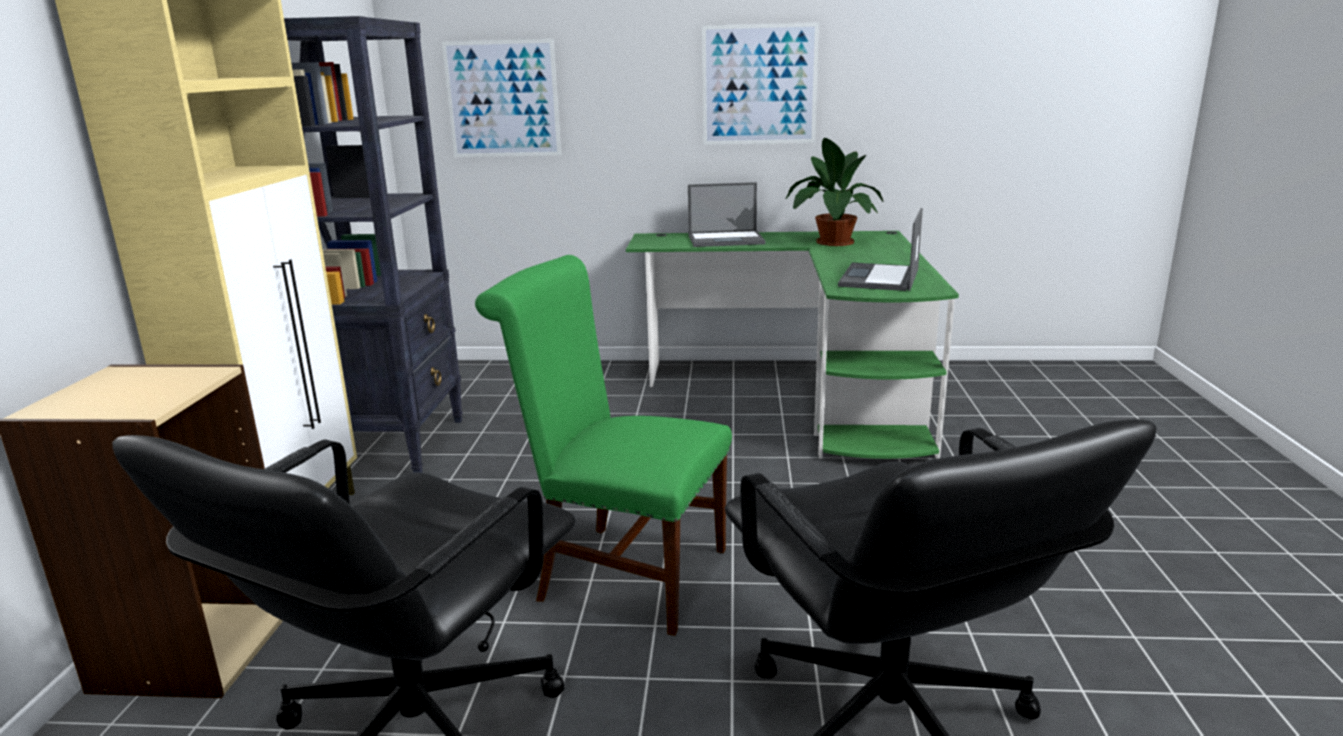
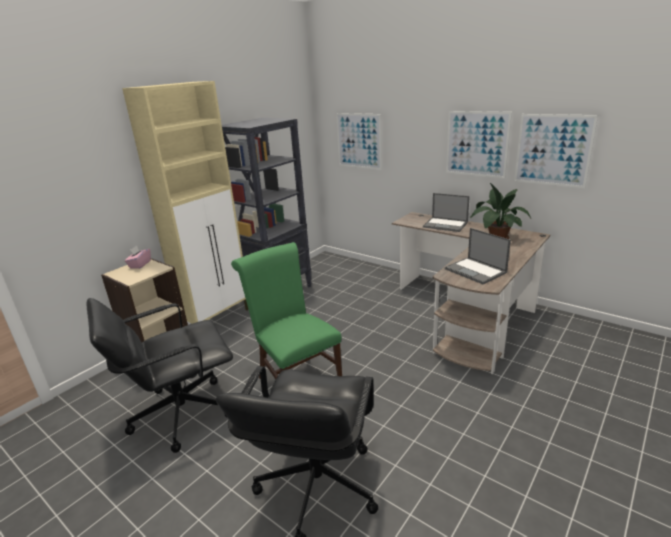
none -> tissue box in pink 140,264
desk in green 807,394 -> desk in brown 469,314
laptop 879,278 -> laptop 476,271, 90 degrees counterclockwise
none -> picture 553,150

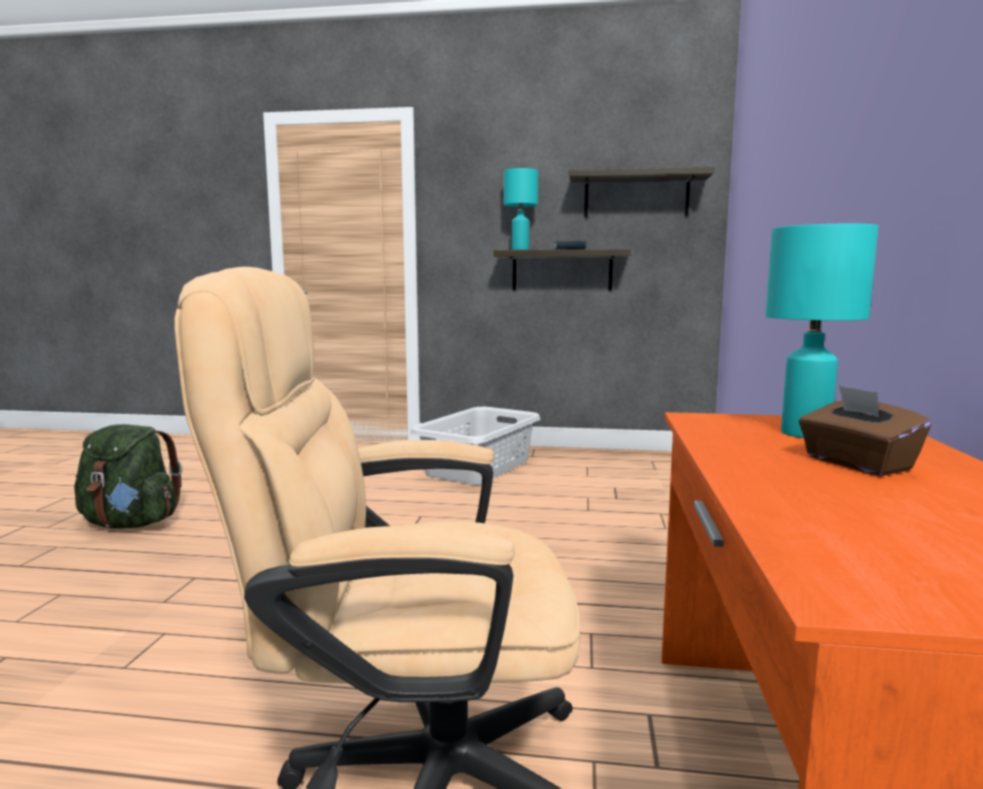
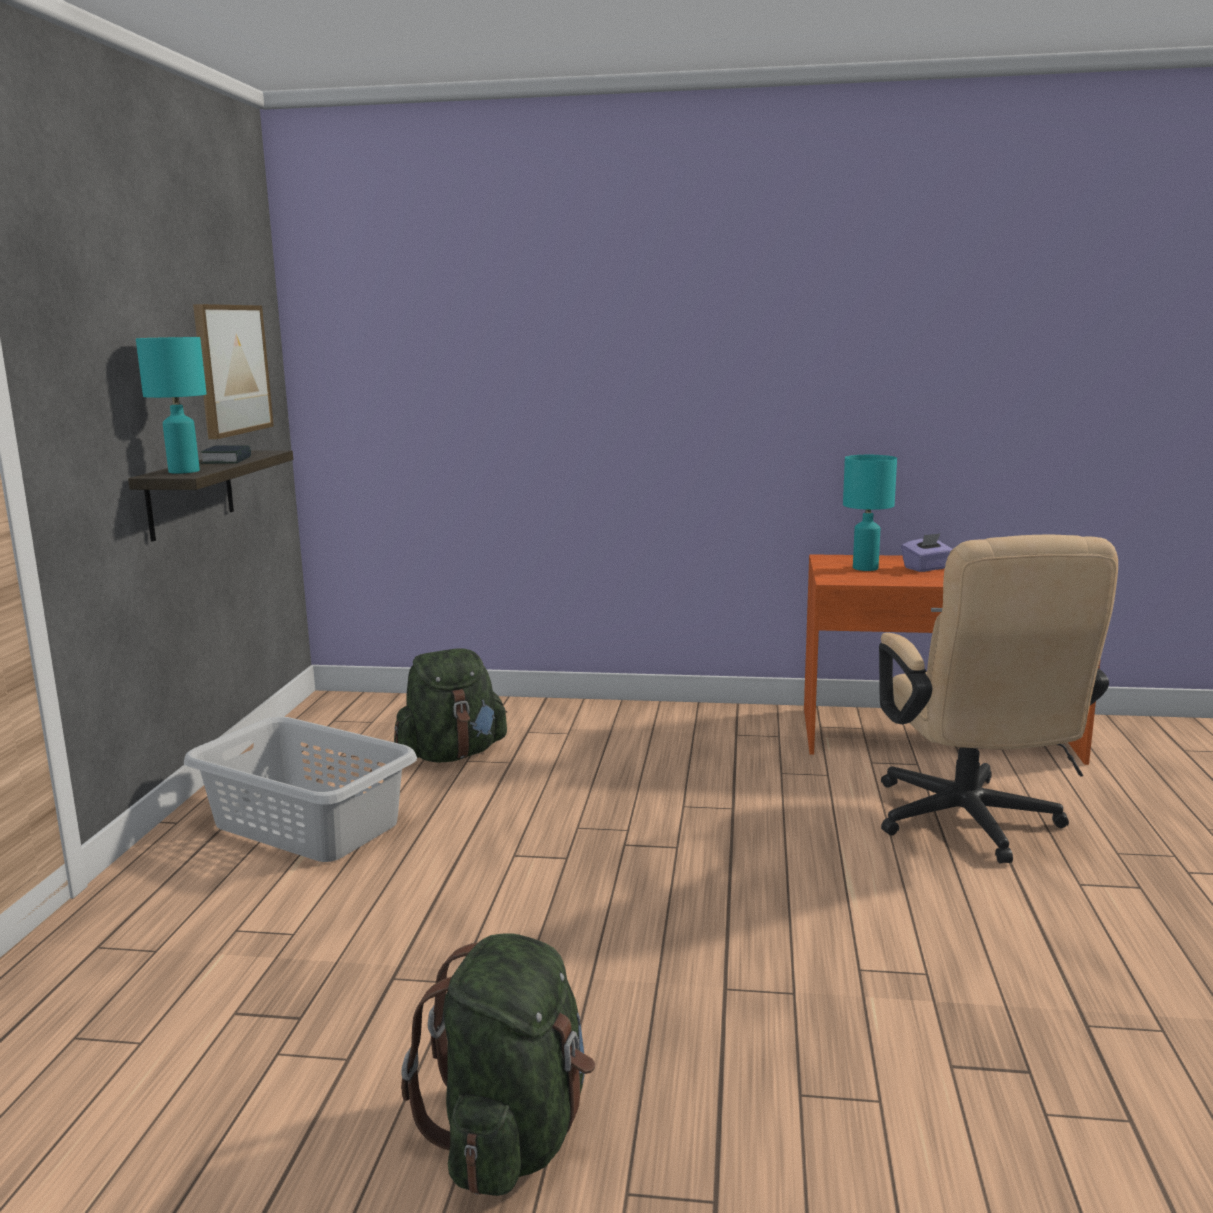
shelf 636,195 -> picture 231,369
none -> backpack in green 452,755
tissue box in brown 856,464 -> tissue box in purple 927,568

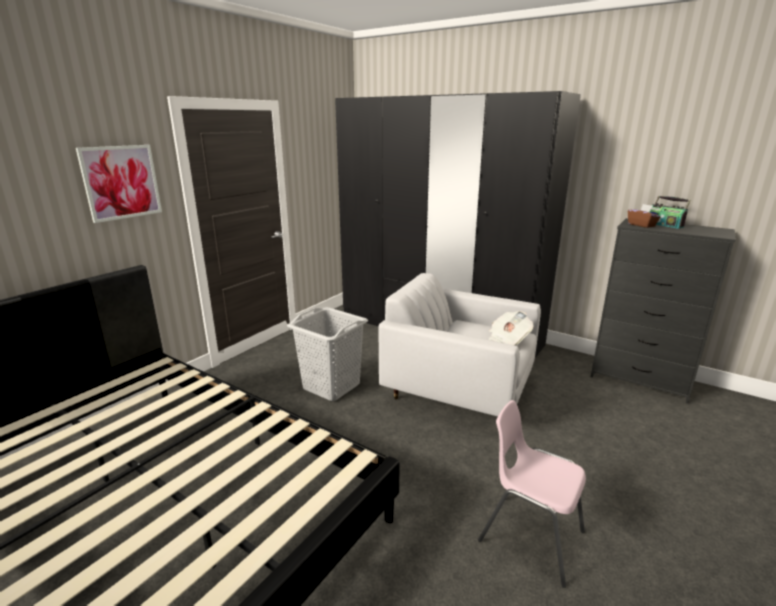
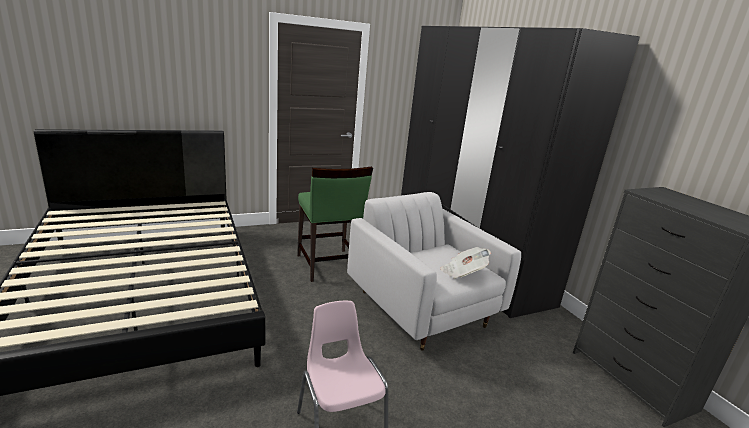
laundry basket in grey 331,386 -> chair in green 328,265
picture 121,182 -> none
tissue box in brown 641,225 -> none
radio 664,225 -> none

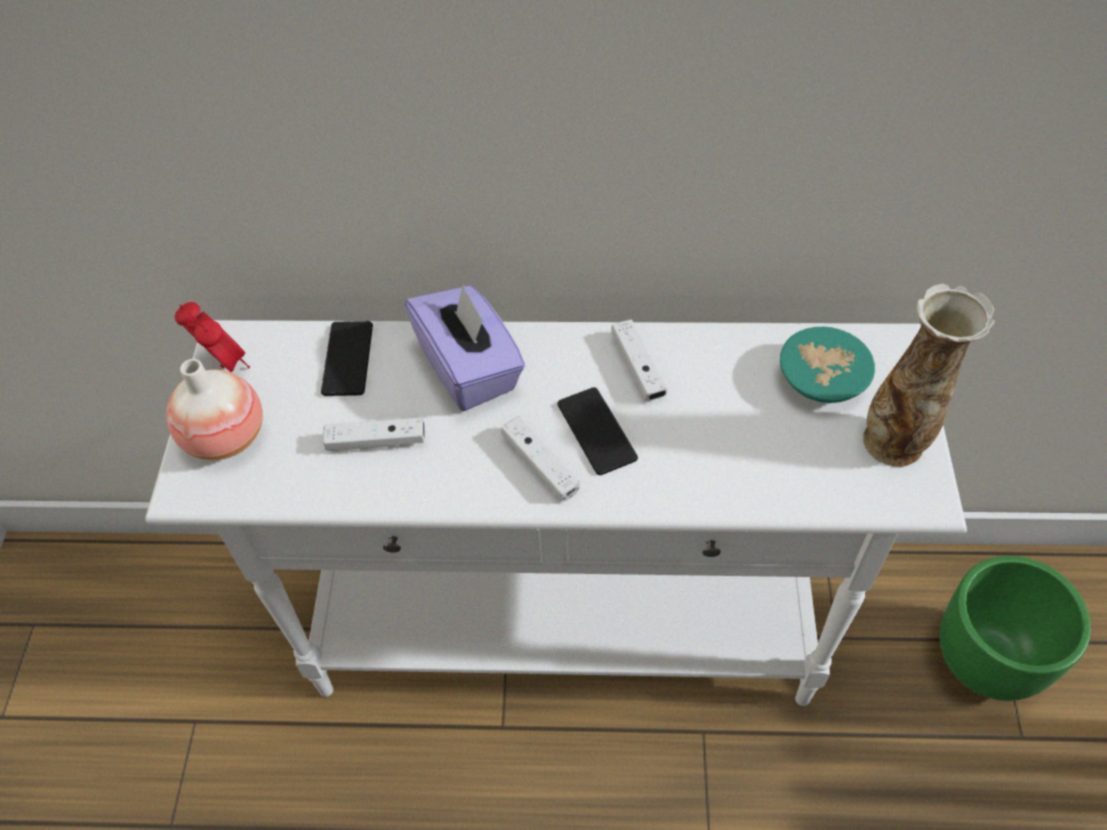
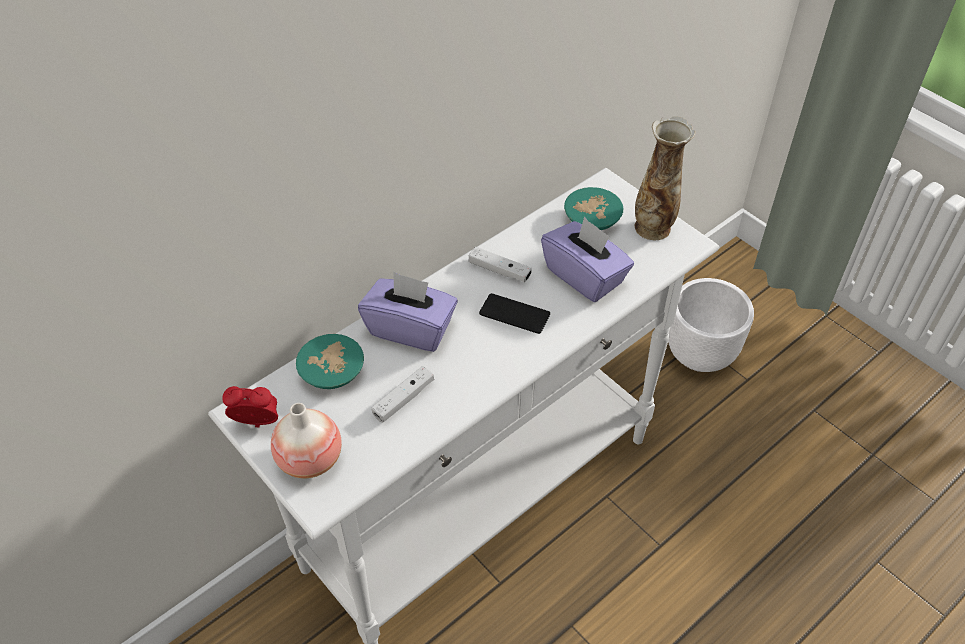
phone 348,359 -> bowl in turquoise 333,370
none -> tissue box in purple 585,276
planter in green 986,659 -> planter in white 699,354
game controller in white 540,465 -> none

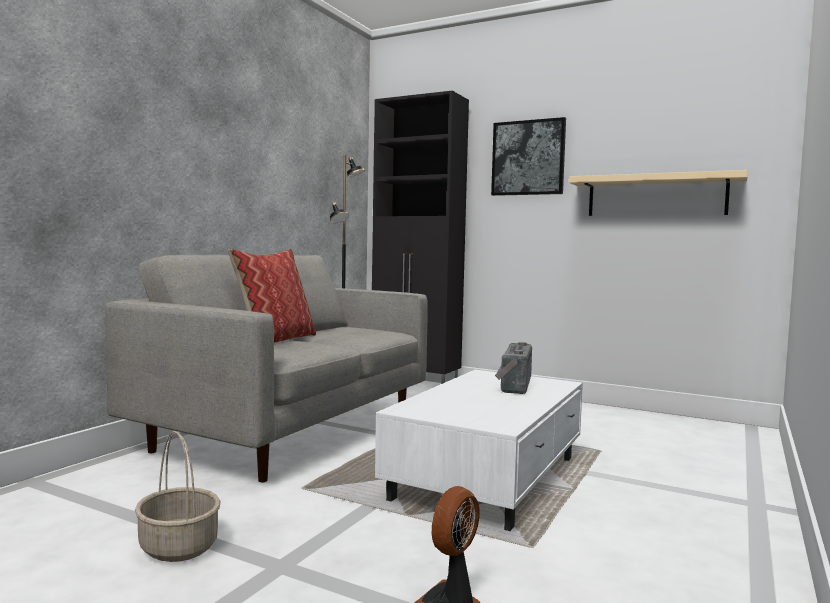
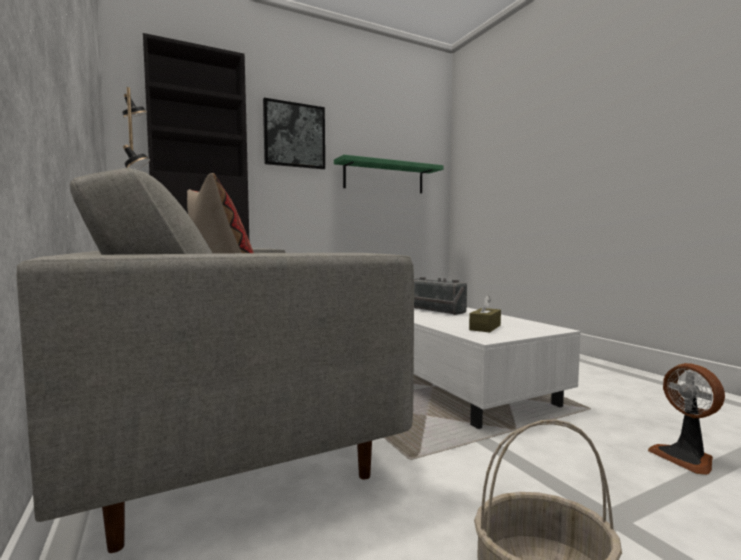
shelf in beige 656,196 -> shelf in green 384,177
none -> tissue box in brown 485,328

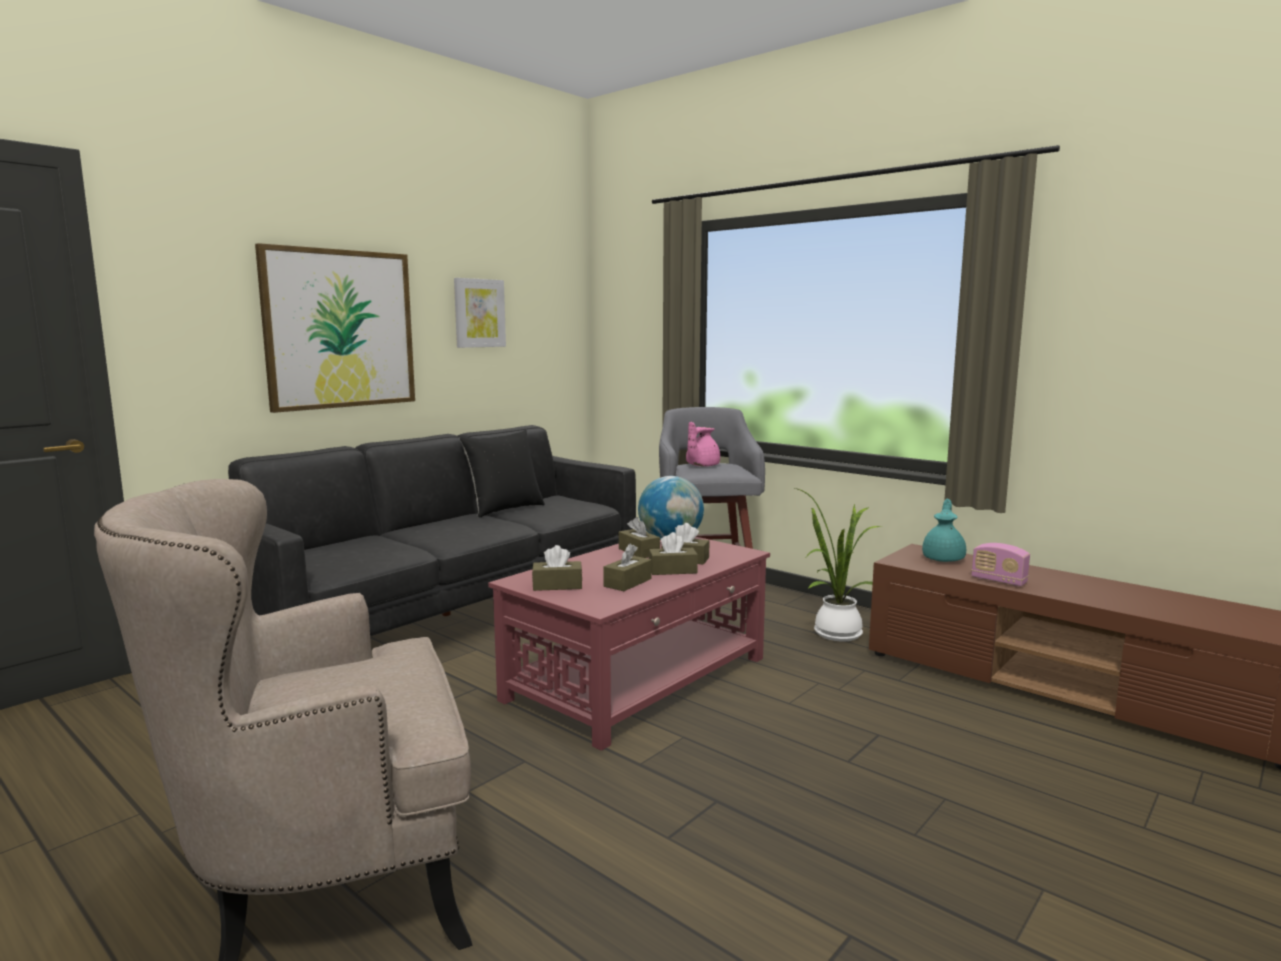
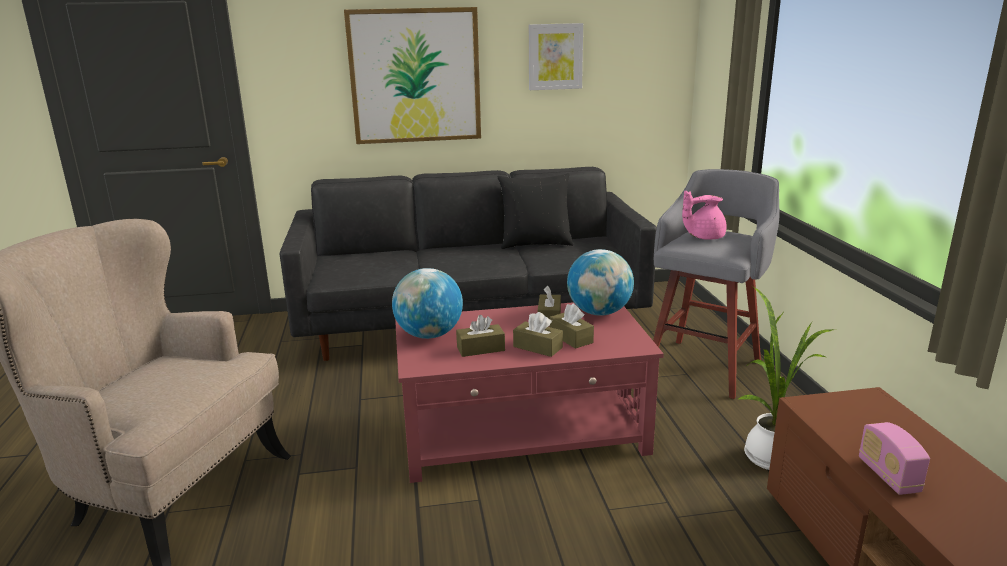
tissue box in brown 557,585 -> globe 429,335
teapot in turquoise 944,558 -> none

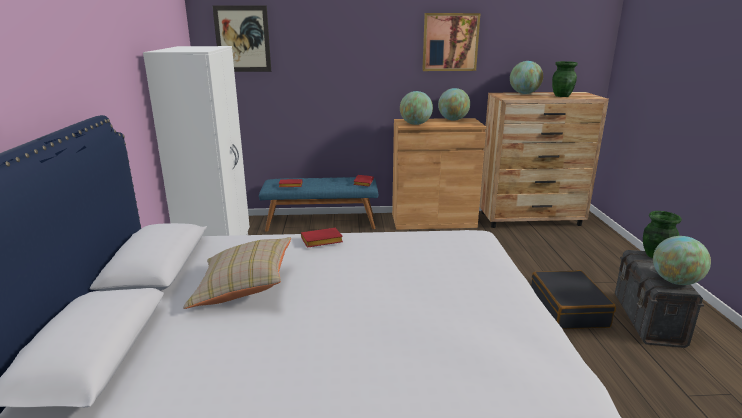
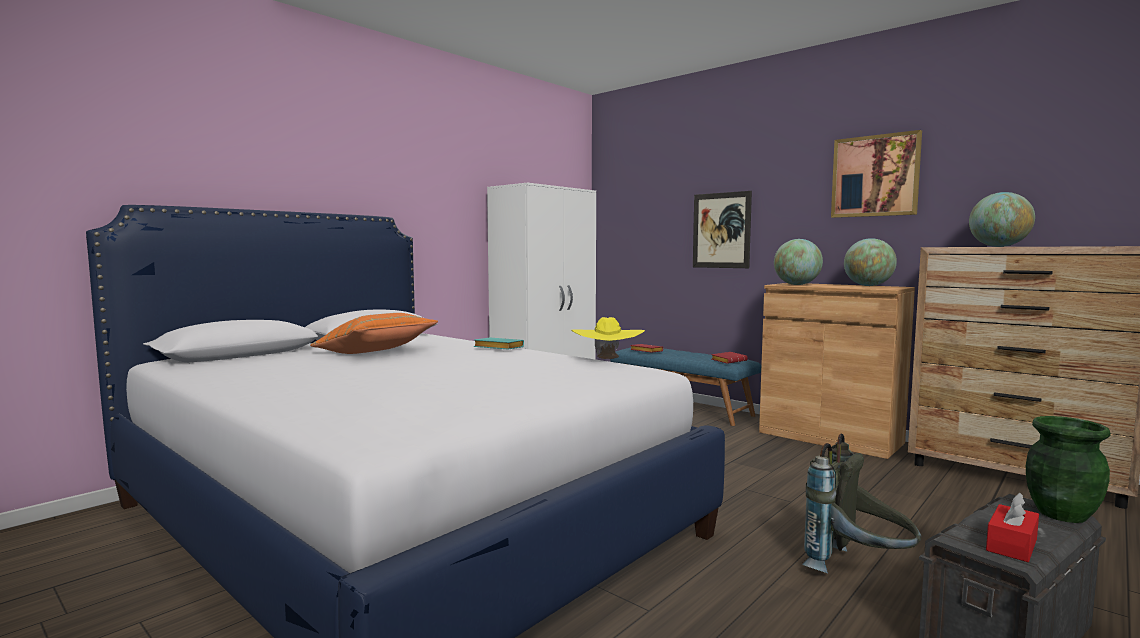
pillow in beige 243,288 -> pillow in orange 375,353
book in red 321,241 -> book in turquoise 497,348
none -> hat in yellow 607,360
picture 242,39 -> picture 721,230, moved
suitcase in black 568,309 -> backpack in grey 858,570
globe 675,281 -> tissue box in red 1011,545
vase in green 562,96 -> none

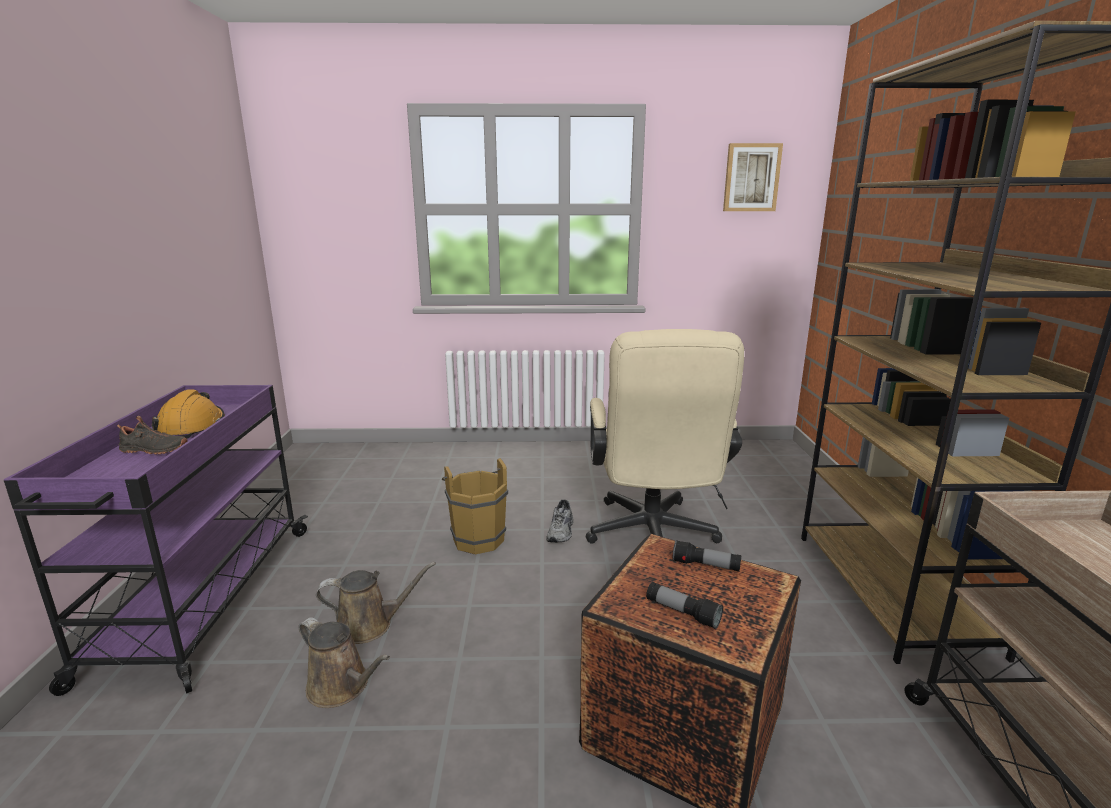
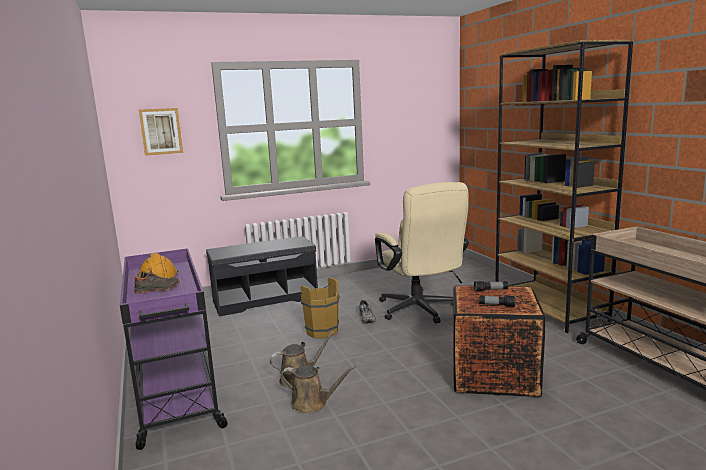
picture 751,178 -> picture 161,131, moved
none -> bench in grey 266,299

